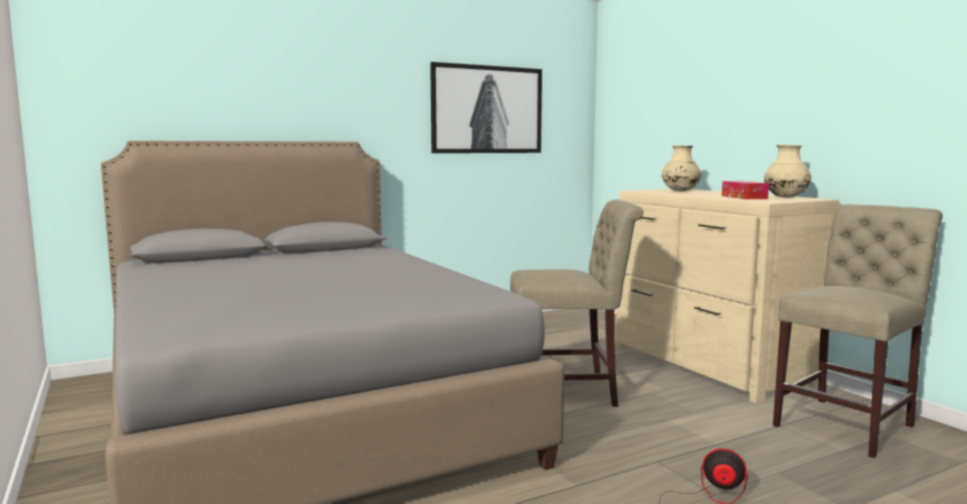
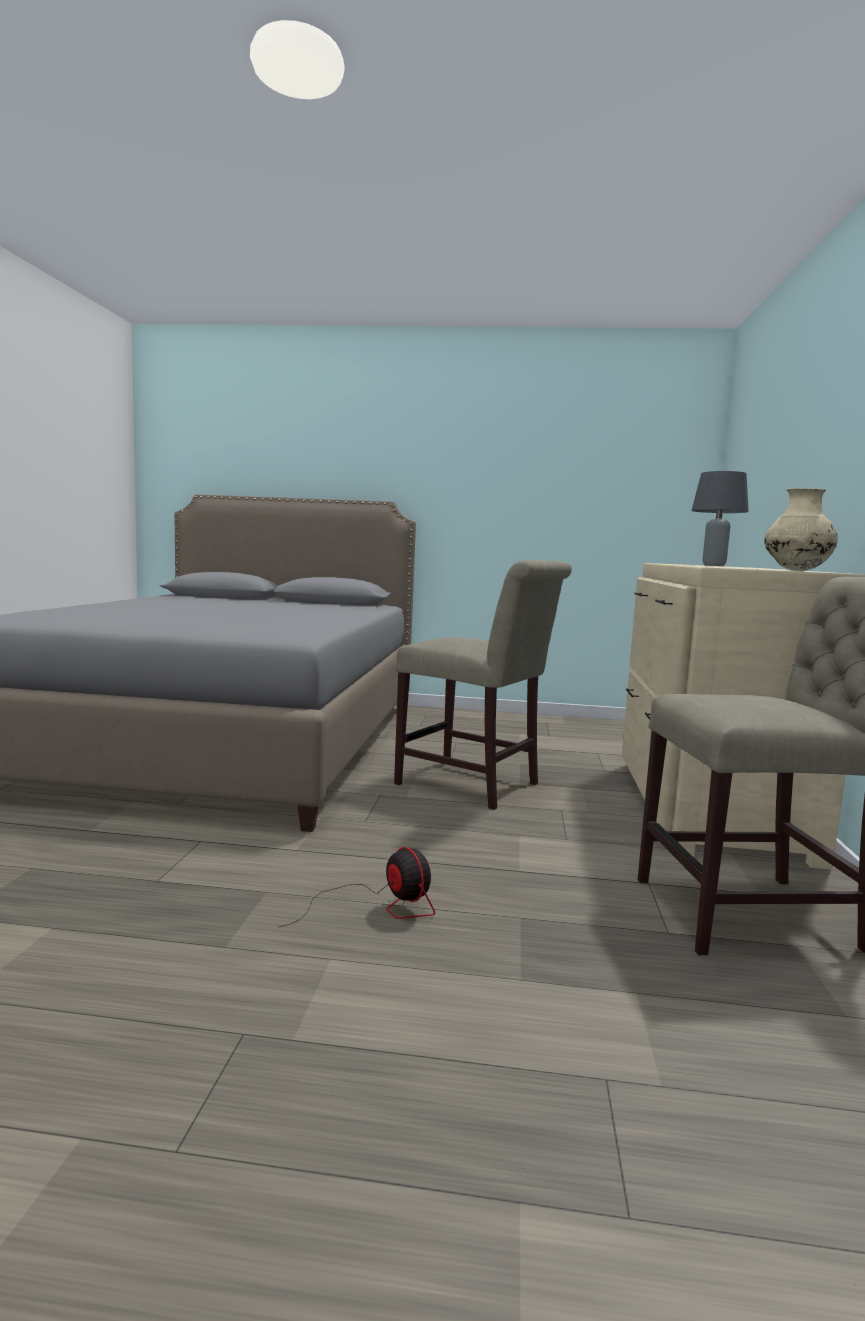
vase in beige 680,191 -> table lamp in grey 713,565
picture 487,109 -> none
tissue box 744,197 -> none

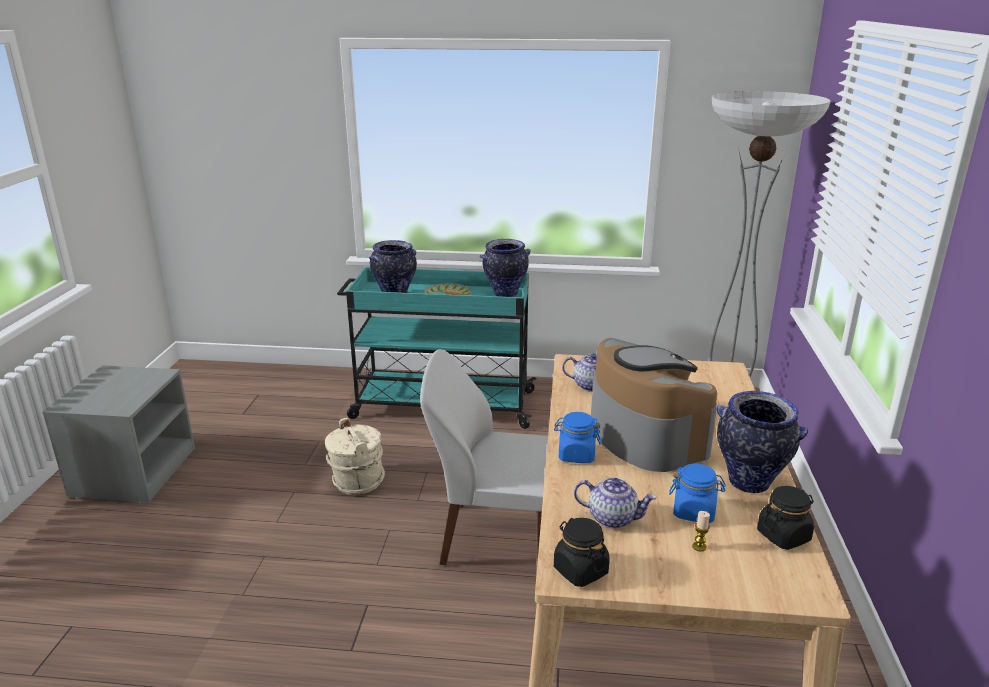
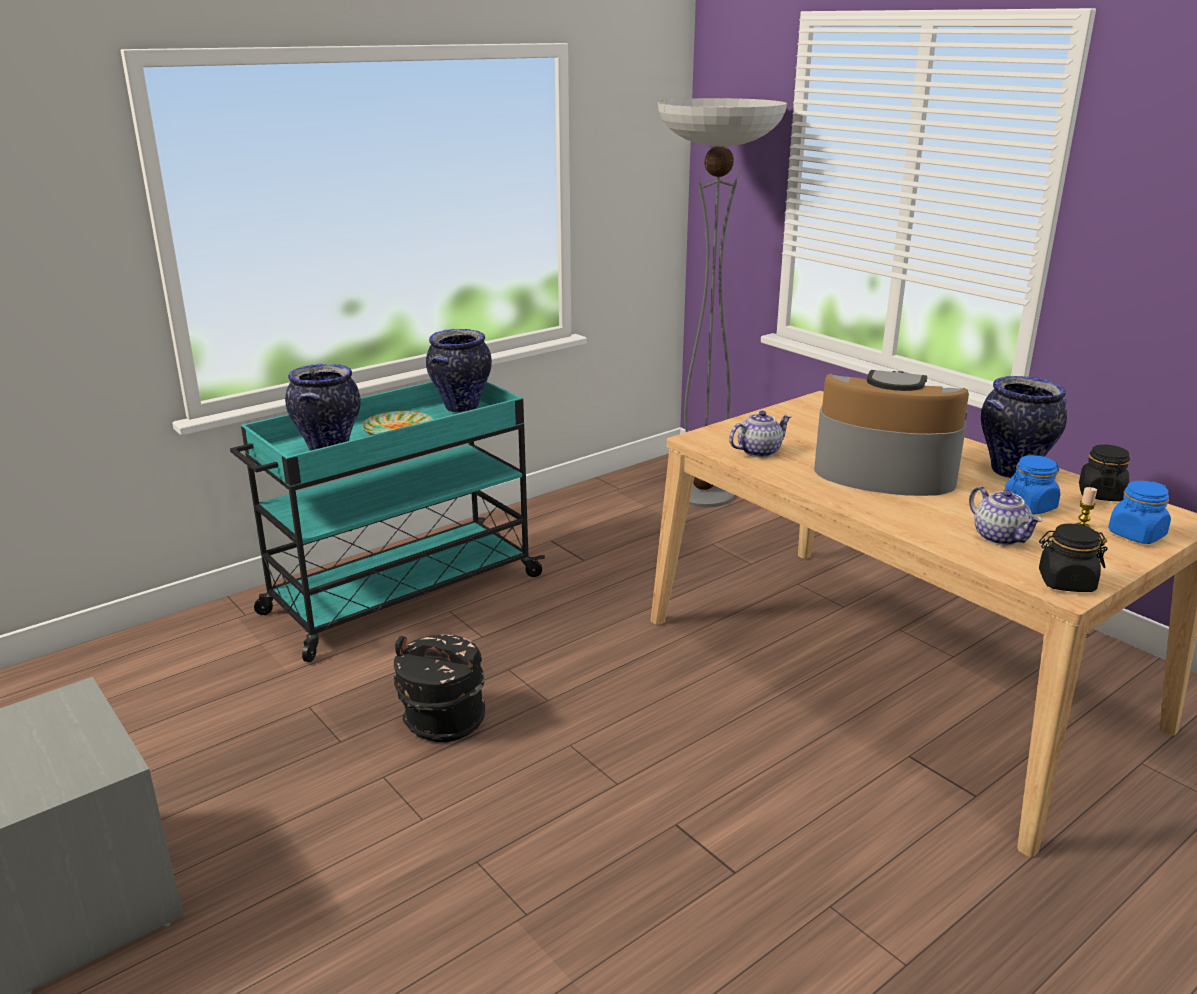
bucket in beige 357,481 -> bucket in black 443,721
teapot 613,518 -> teapot 1000,537, 90 degrees clockwise
jar in blue 576,455 -> jar in blue 1136,535, moved
chair in white 494,537 -> none

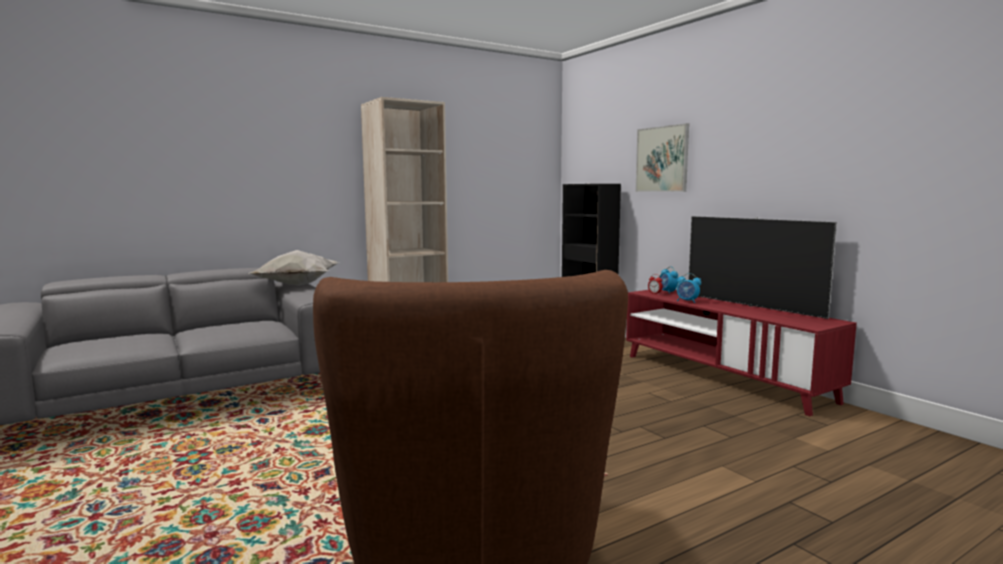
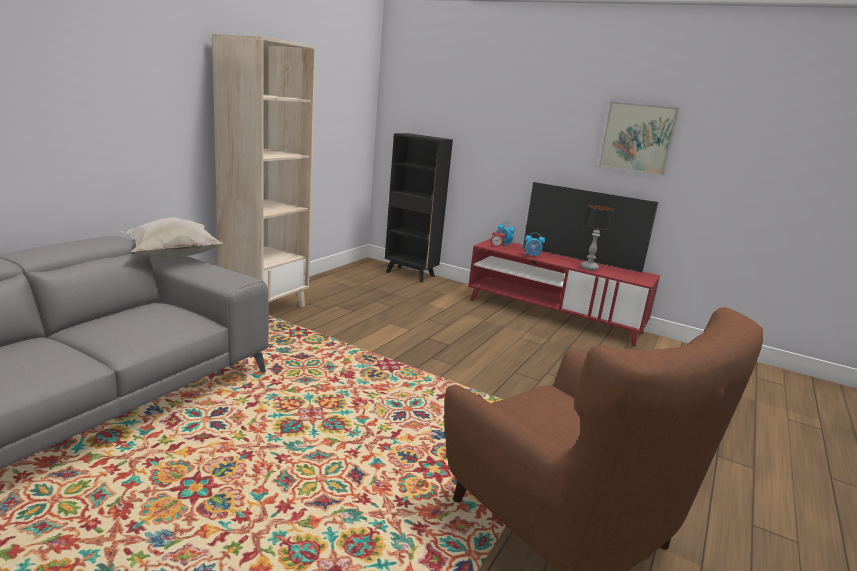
none -> table lamp 589,268
picture 662,159 -> picture 637,138, moved

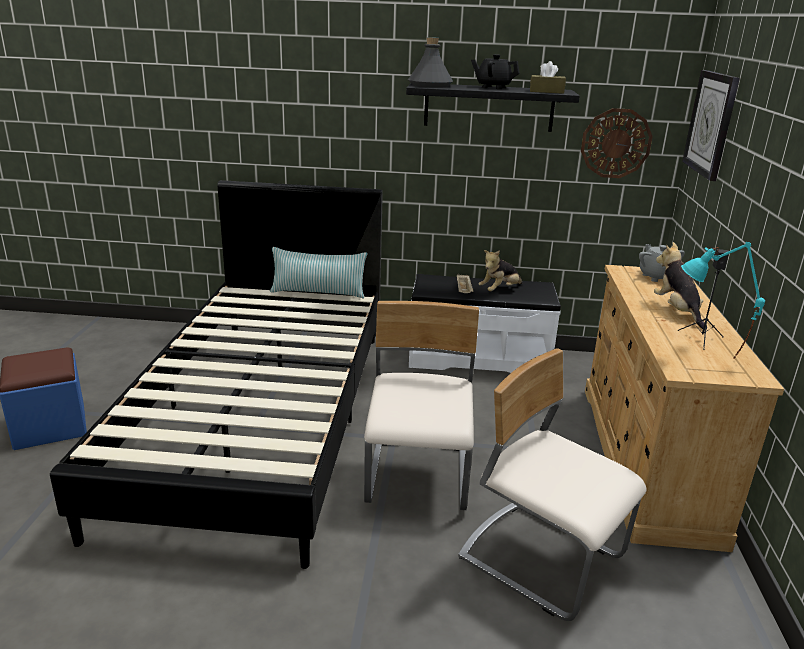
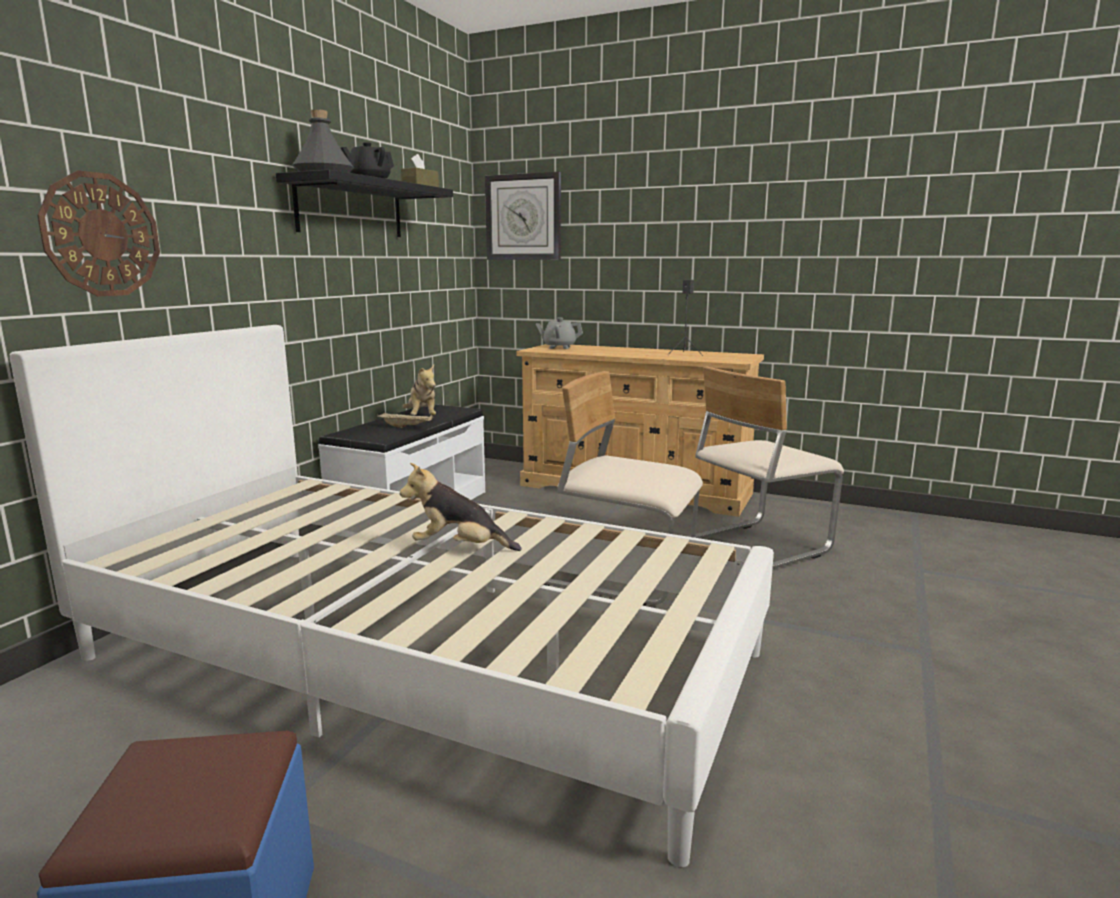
bed in black 262,417 -> bed in white 419,654
wall clock 615,143 -> wall clock 101,235, moved
plush toy 677,311 -> plush toy 459,548, moved
pillow 318,292 -> none
table lamp in turquoise 704,357 -> none

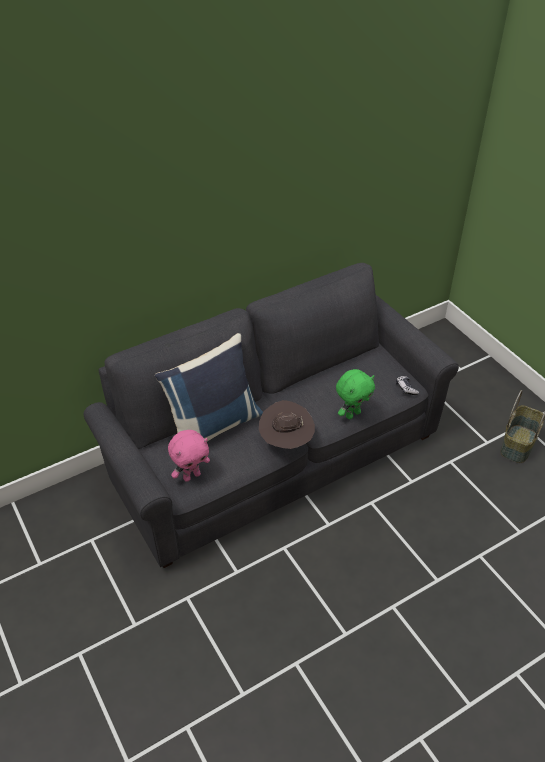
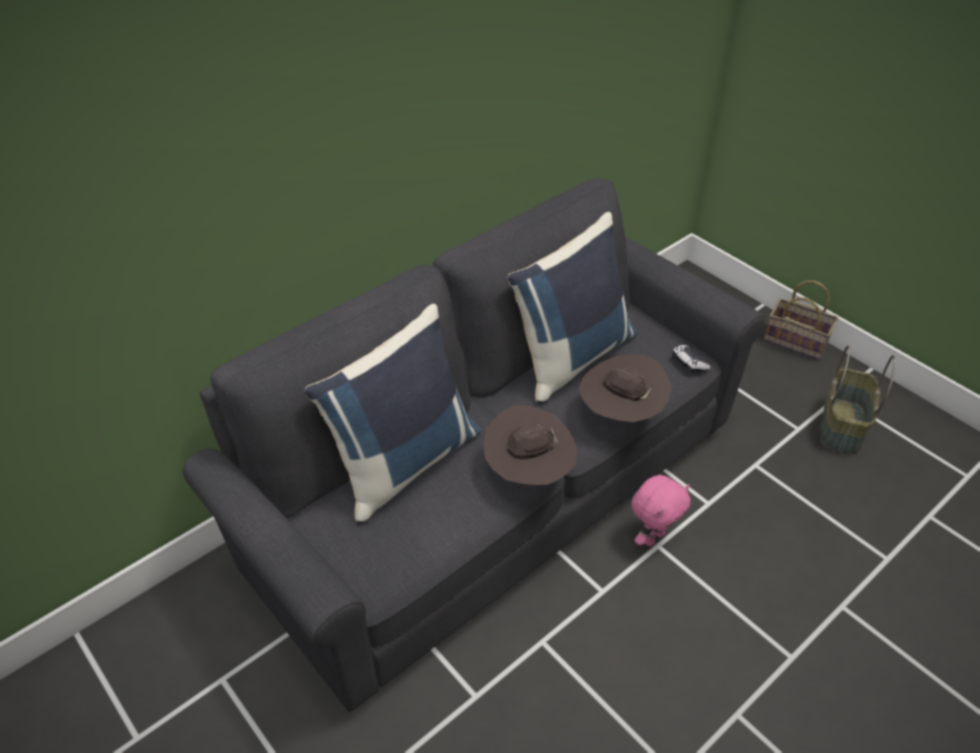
none -> pillow in blue 571,356
plush toy in green 352,414 -> hat in brown 620,413
plush toy in pink 191,475 -> plush toy in pink 653,537, moved
none -> basket 797,341

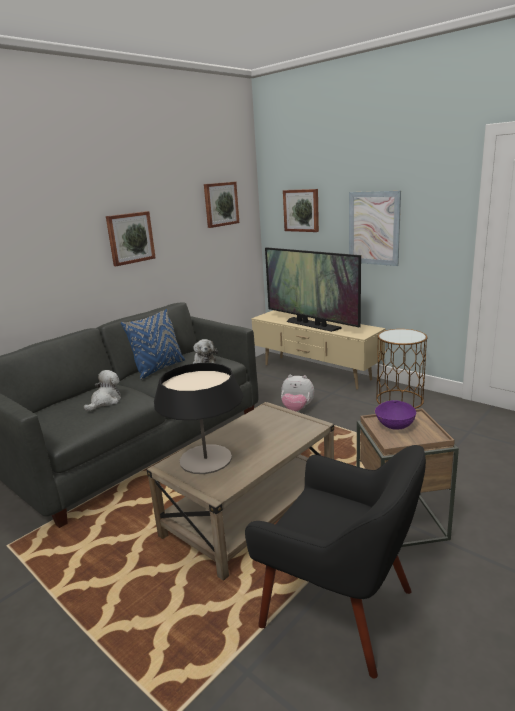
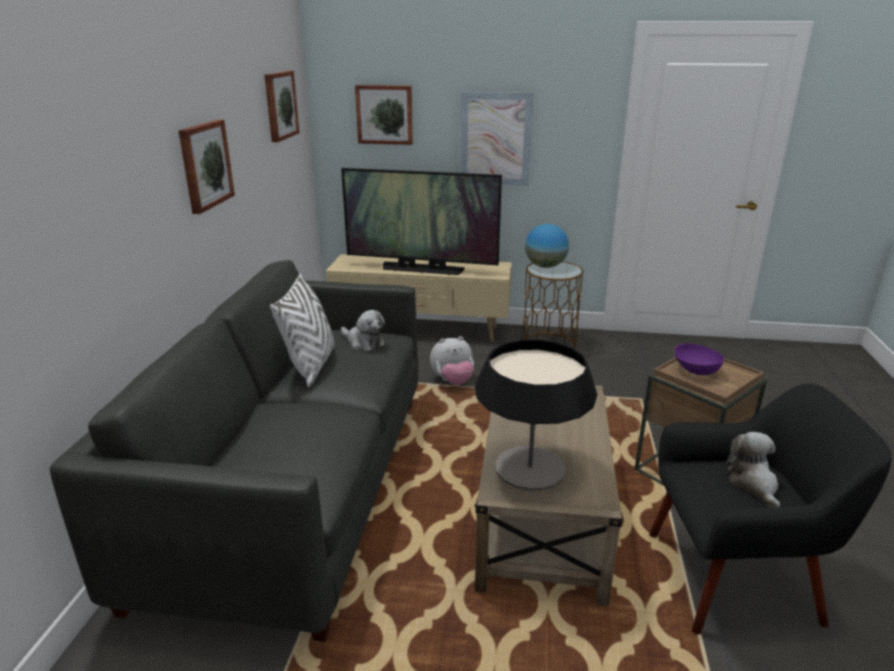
pillow in blue 159,369 -> pillow in white 311,365
none -> globe 545,266
plush toy 105,401 -> plush toy 753,484, moved

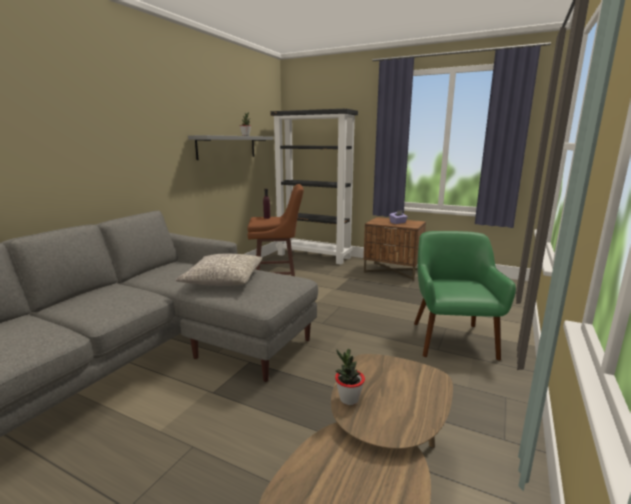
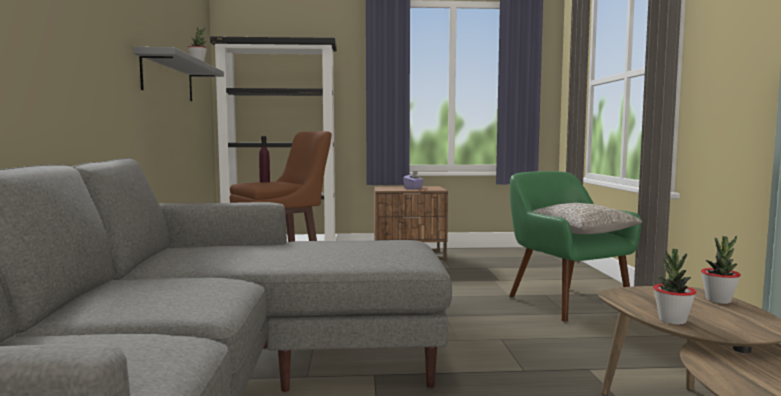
pillow in grey 223,280 -> pillow in grey 577,232, moved
none -> potted plant 718,300

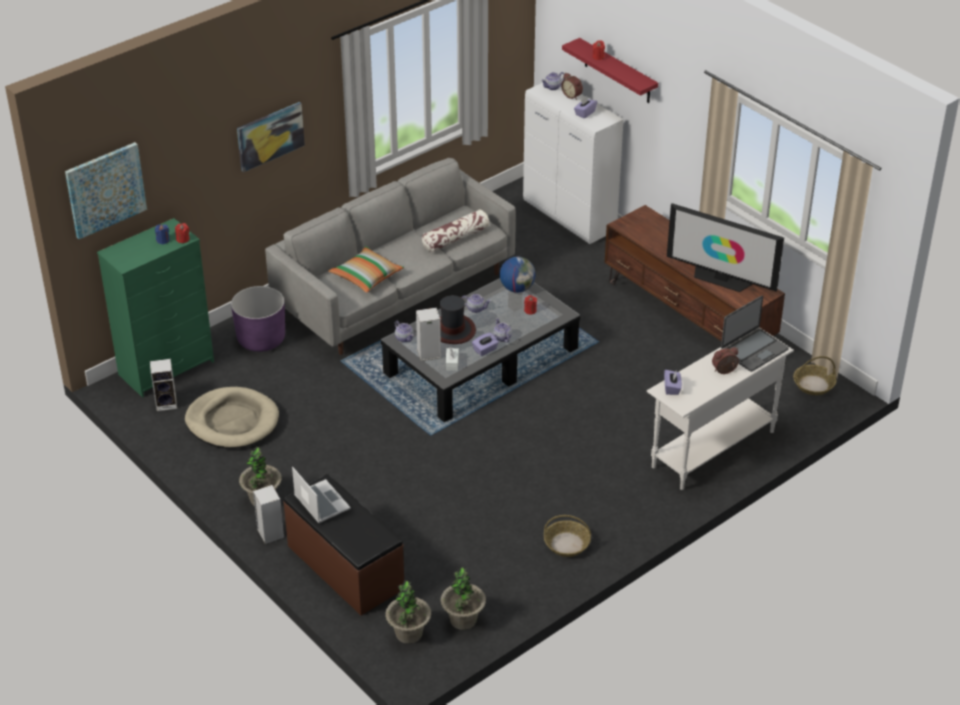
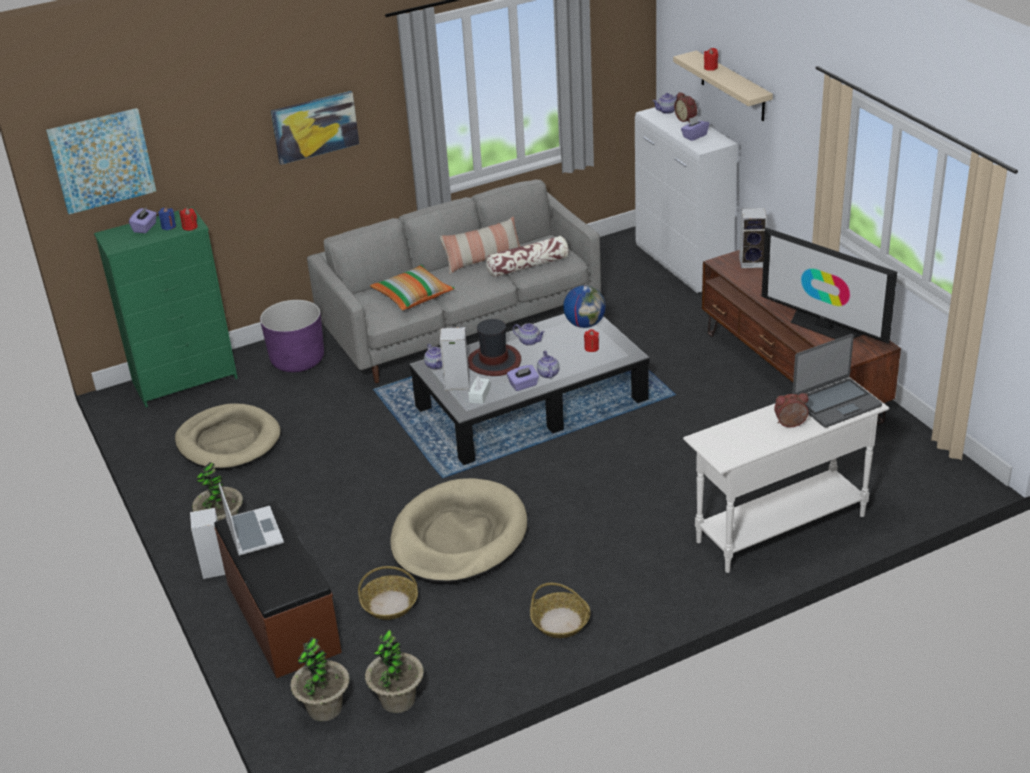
tissue box in purple 672,388 -> tissue box in purple 145,228, moved
basket 813,384 -> basket 390,604, moved
none -> dog bed in beige 459,537
none -> pillow 483,260
shelf in red 617,71 -> shelf in beige 732,86
speaker 167,403 -> speaker 752,262, moved

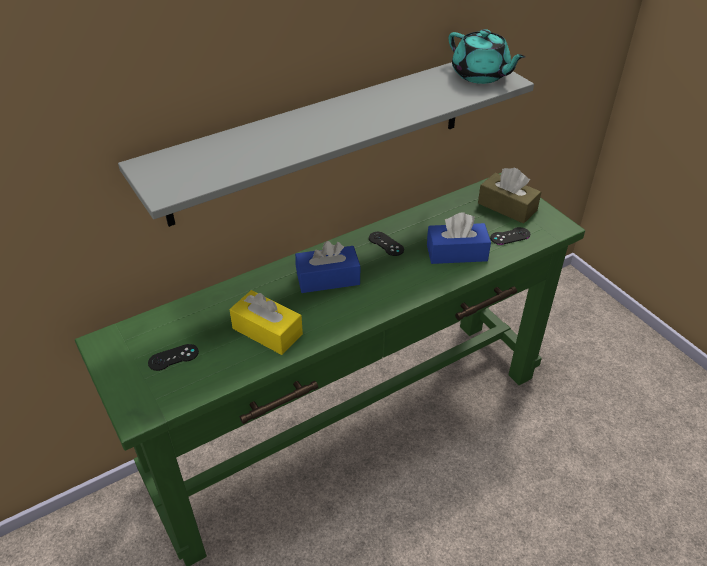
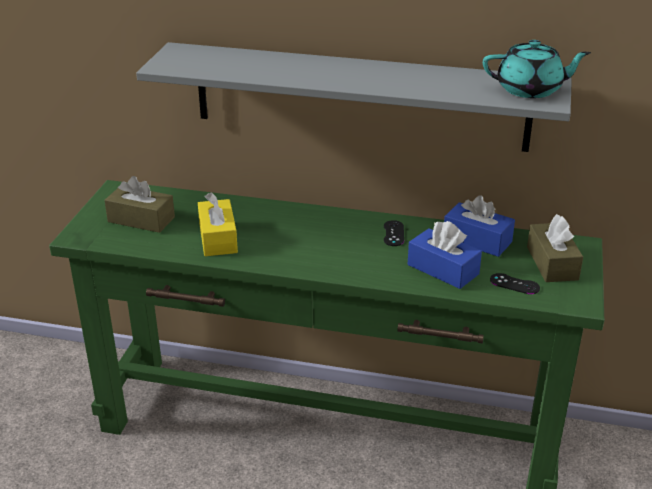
game controller in black 173,357 -> tissue box in brown 141,219
tissue box in blue 328,278 -> tissue box in blue 477,240, moved
teapot in turquoise 480,75 -> teapot in turquoise 530,90, 90 degrees counterclockwise

